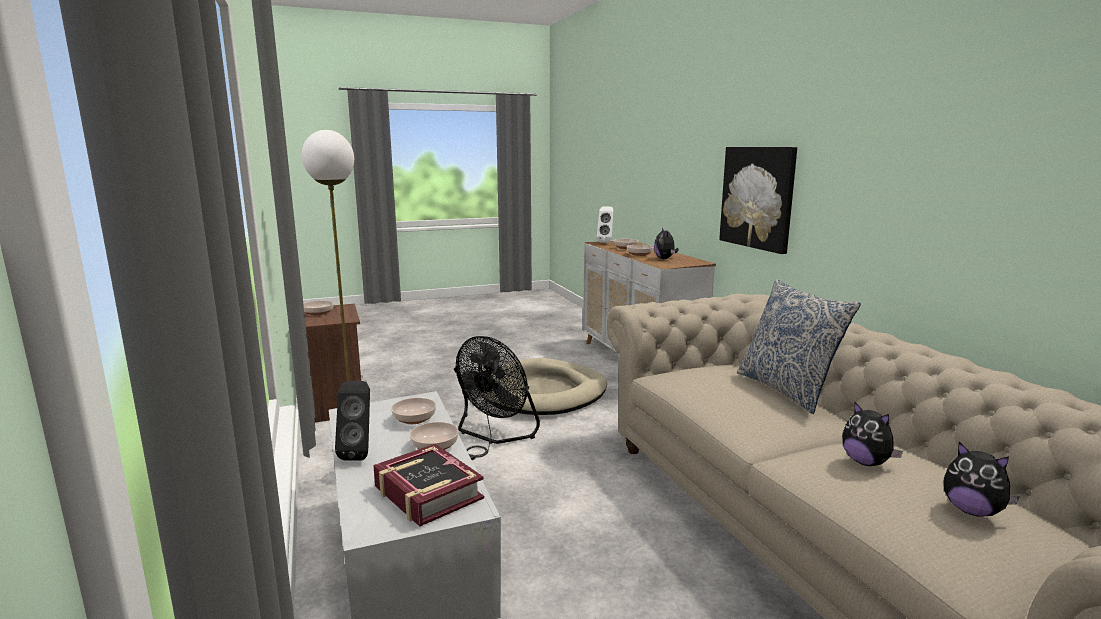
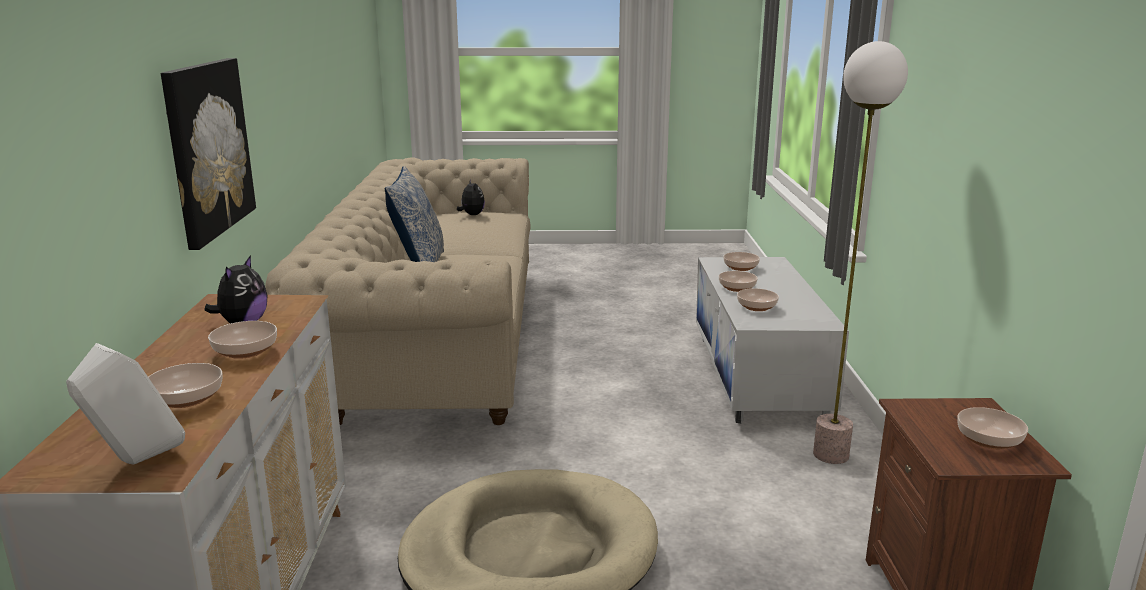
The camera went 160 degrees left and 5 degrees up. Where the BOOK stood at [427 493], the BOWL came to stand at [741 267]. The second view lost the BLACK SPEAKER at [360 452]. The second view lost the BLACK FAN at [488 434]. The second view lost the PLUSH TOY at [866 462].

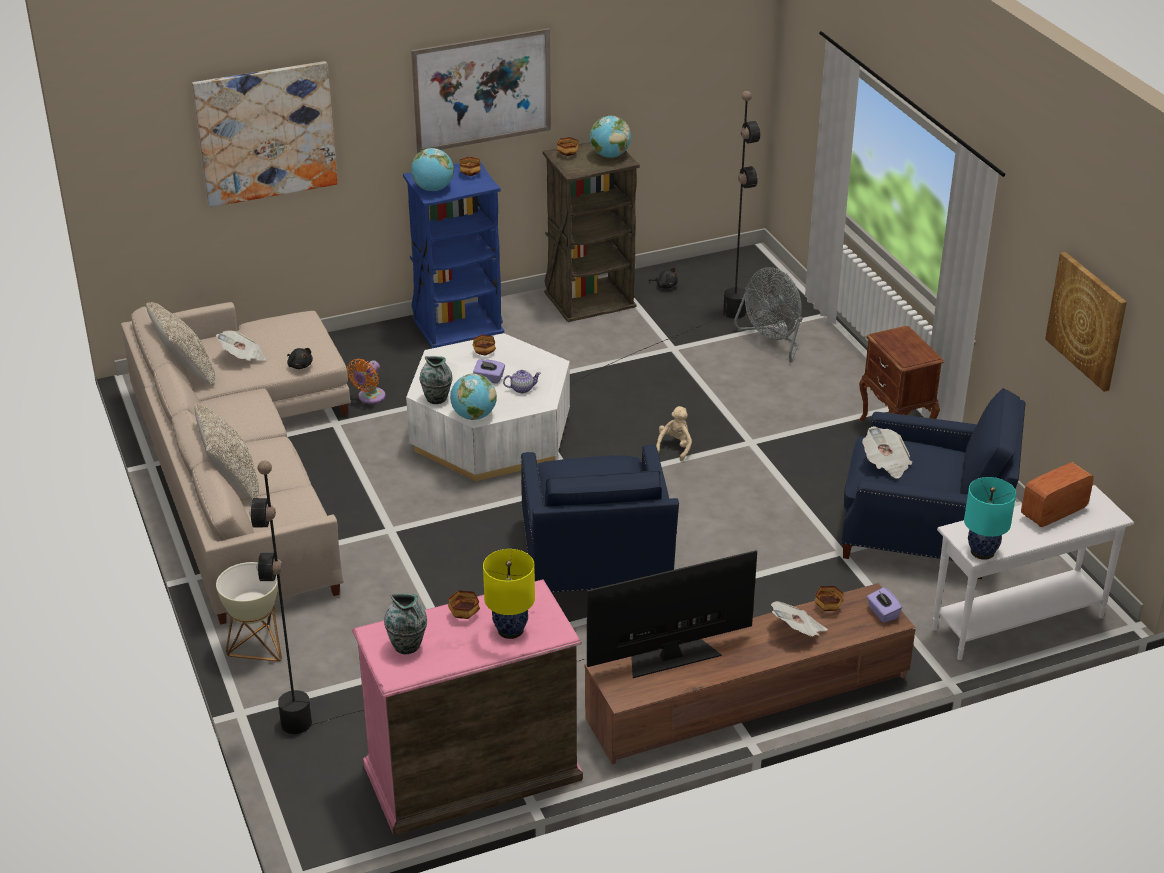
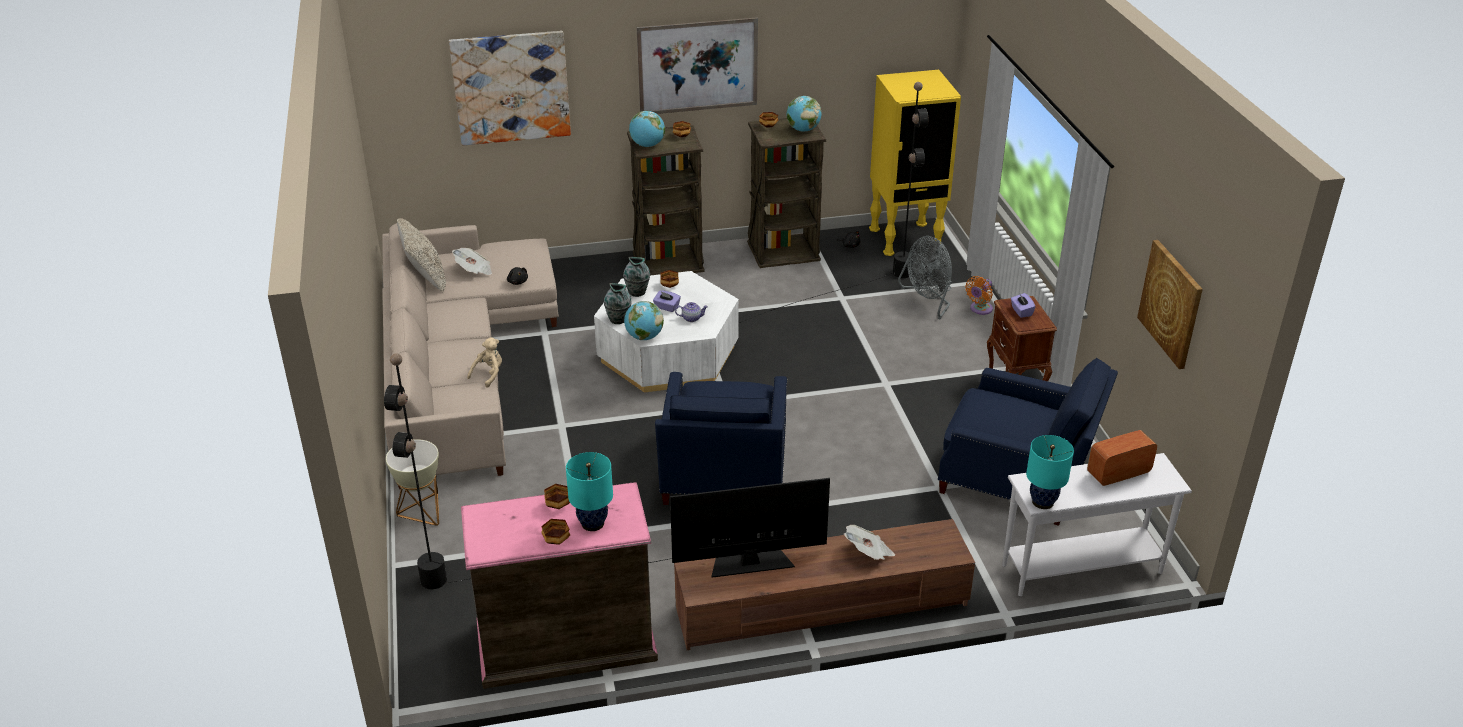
The camera went 10 degrees right and 0 degrees up. The BEIGE PLUSH TOY ended up elsewhere, having gone from [675 447] to [489 374]. The BOWL ended up elsewhere, having gone from [828 607] to [557 540]. What was the YELLOW TABLE LAMP at [510 630] turned into the TURQUOISE TABLE LAMP at [592 523]. The VASE ended up elsewhere, having gone from [407 646] to [637 292]. What was the BLUE BOOKCASE at [458 325] turned into the BROWN BOOKCASE at [668 262]. The second view gained the YELLOW CABINET at [906 238]. The ORANGE FAN ended up elsewhere, having gone from [369 397] to [979 309]. The PURPLE TISSUE BOX ended up elsewhere, having gone from [882 613] to [1021 312]. The second view lost the BEIGE PILLOW at [231 481]. The second view lost the NEWSPAPER at [886 463].

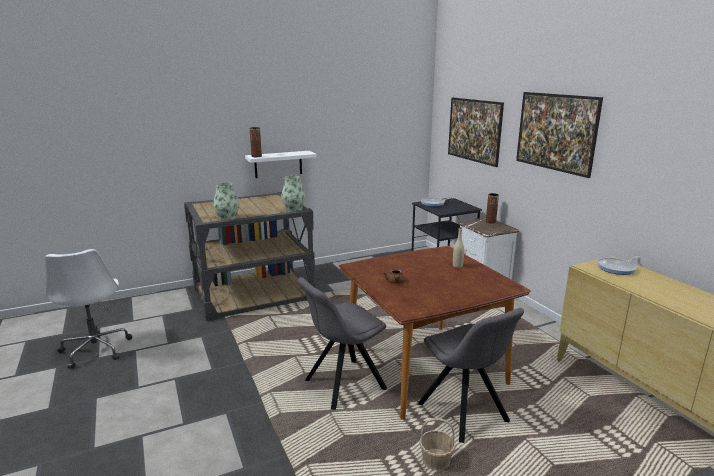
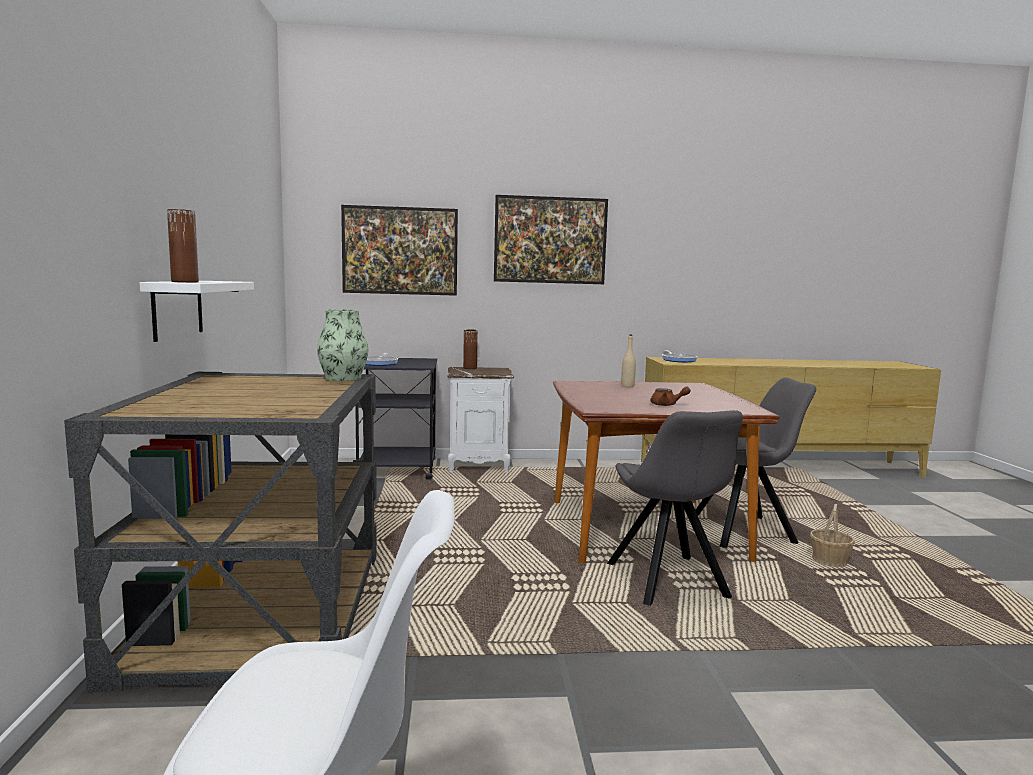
The camera went 70 degrees left and 10 degrees down. The second view lost the VASE at [227 218].

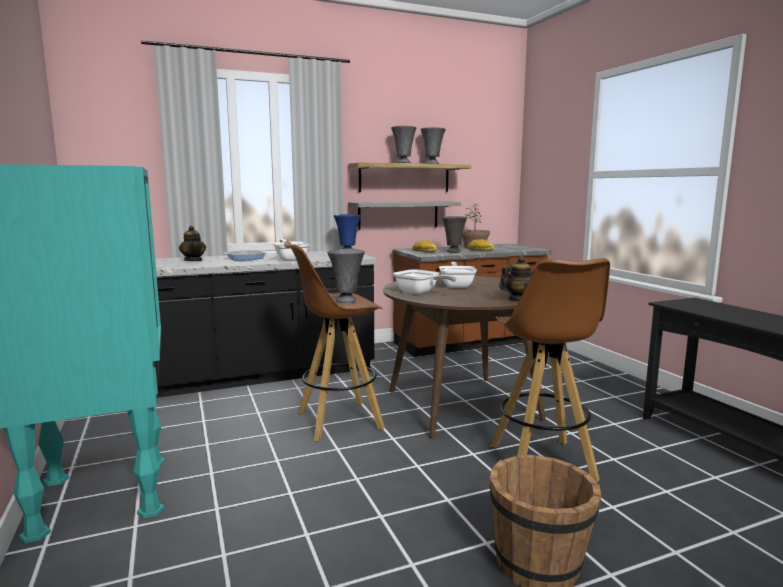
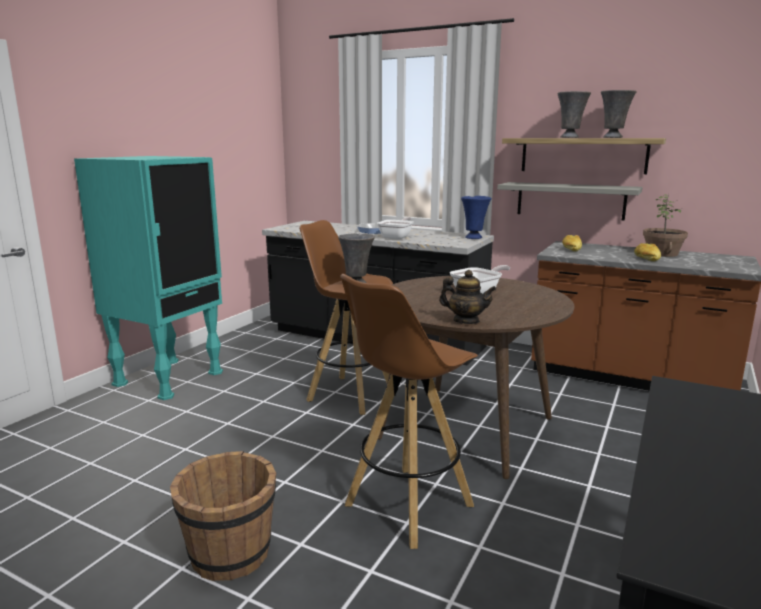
The camera went 50 degrees right and 5 degrees up. The second view lost the TEAPOT at [193 260]. The second view lost the FRYING PAN at [419 292]. The second view lost the GREY VASE at [453 252].

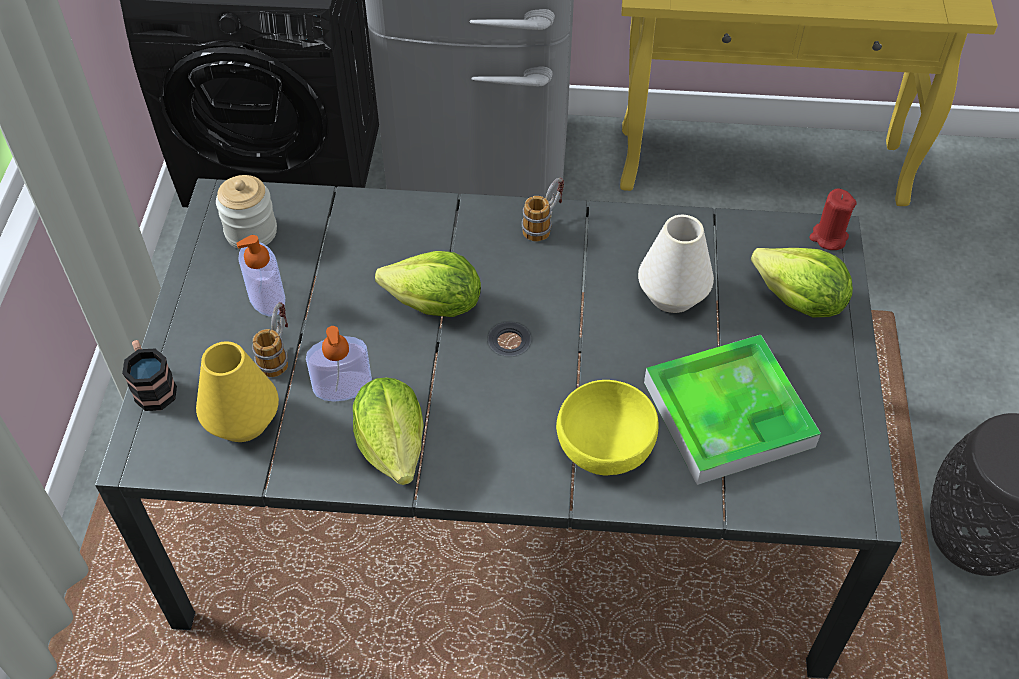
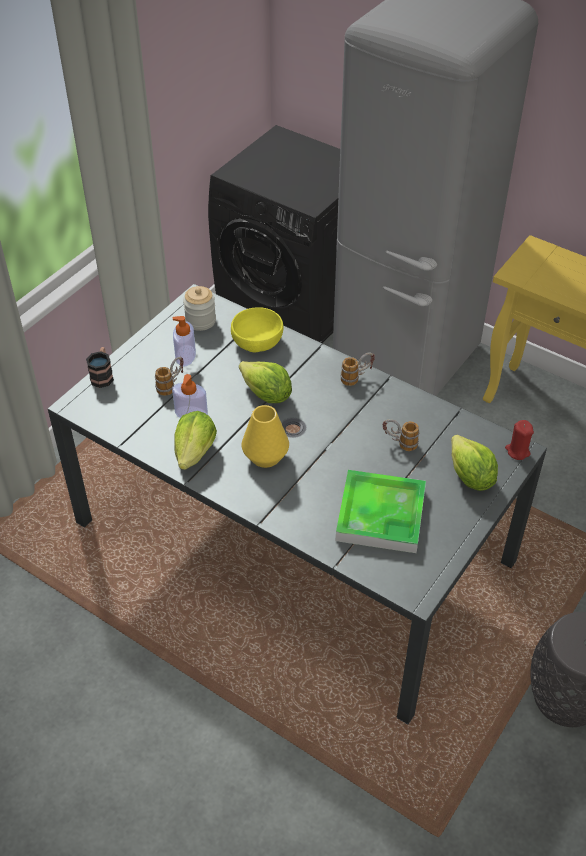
The camera went 30 degrees right and 5 degrees down. The YELLOW BOWL ended up elsewhere, having gone from [605 443] to [258 341]. The YELLOW VASE ended up elsewhere, having gone from [242 421] to [265 456]. Where the WHITE VASE stood at [673 295], the MUG came to stand at [399 443].

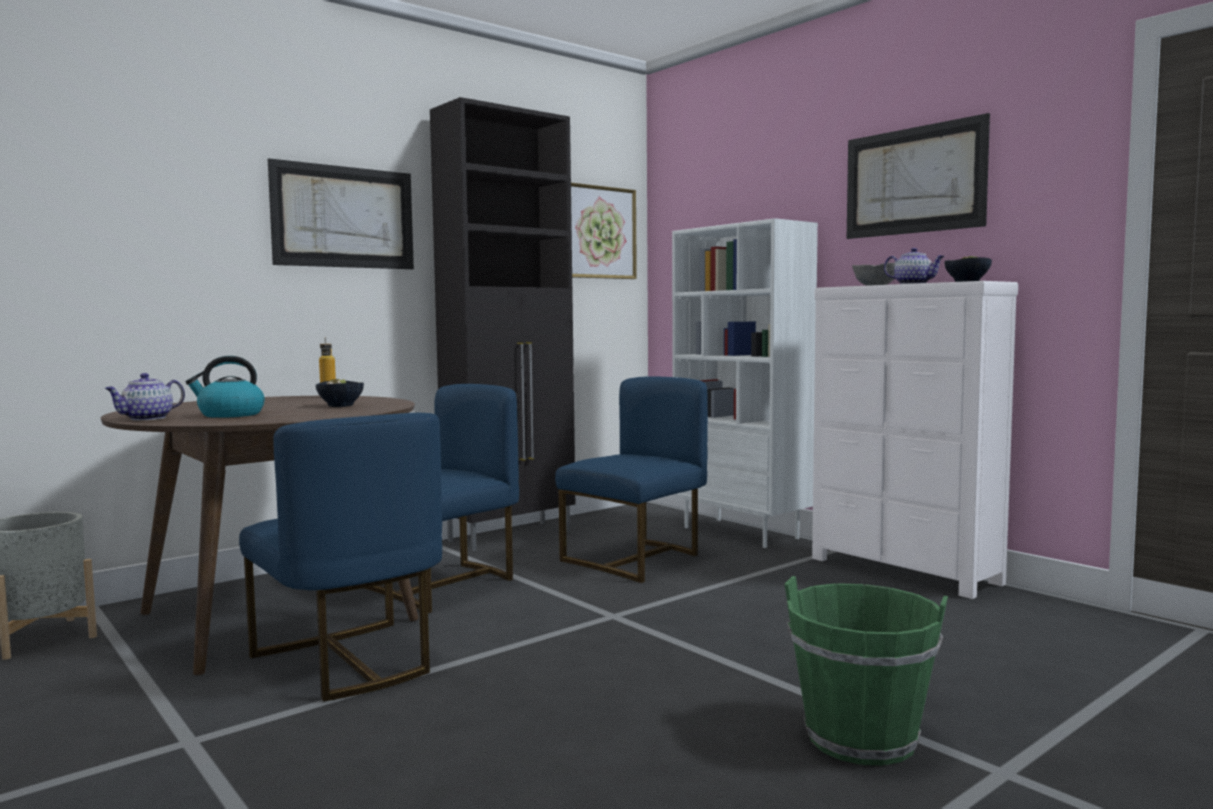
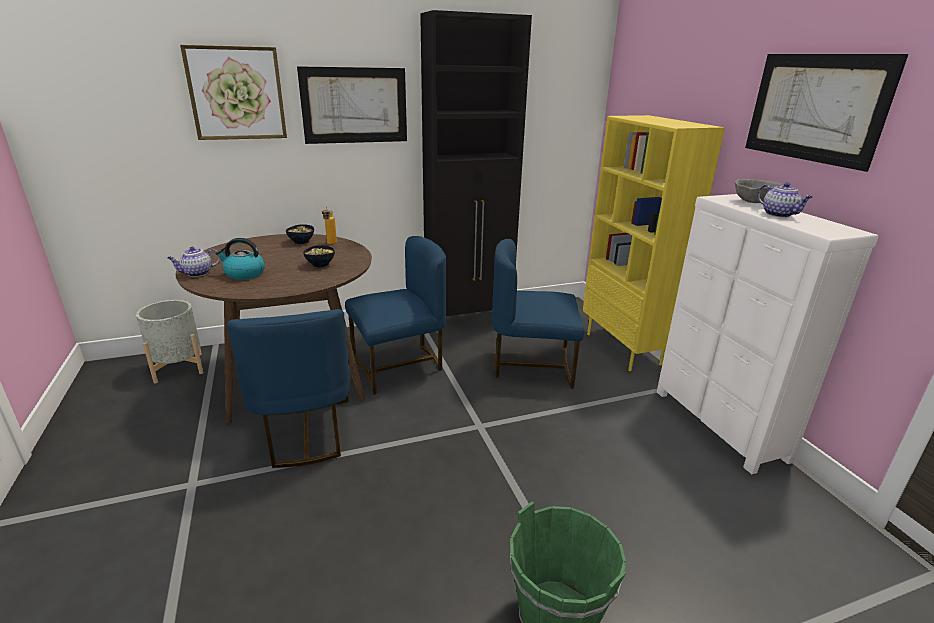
The camera went 20 degrees right and 20 degrees up. The PICTURE ended up elsewhere, having gone from [599 232] to [236 93]. The BOWL ended up elsewhere, having gone from [967 281] to [302 241]. The BLUE CHAIR at [636 559] ended up facing another way, 150 degrees counterclockwise from before. What was the WHITE BOOKCASE at [742 533] turned into the YELLOW BOOKCASE at [624 349].

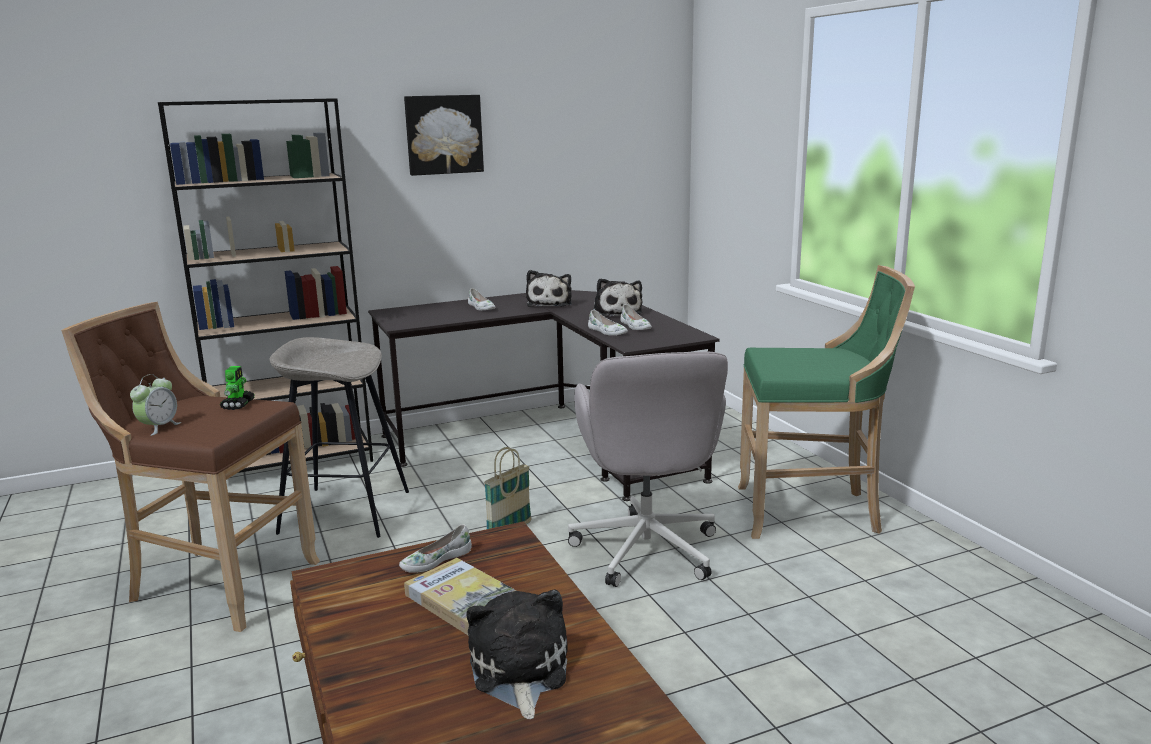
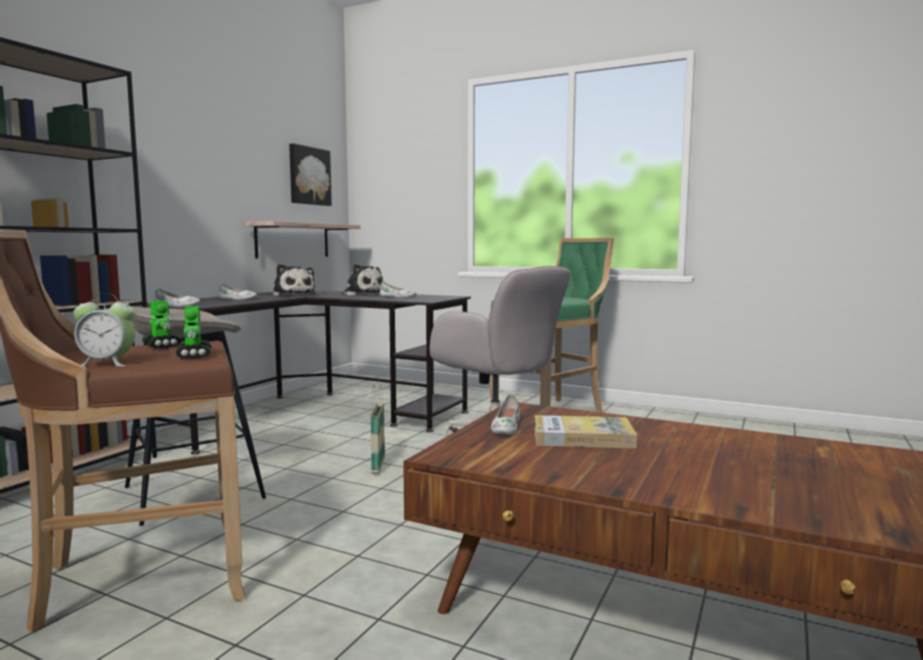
The camera went 40 degrees left and 10 degrees down. The ALARM CLOCK at [159 427] ended up facing another way, 105 degrees clockwise from before. The WHITE SHOE ended up elsewhere, having gone from [607 332] to [176 305]. The second view gained the TOY ROBOT at [194 356]. The second view gained the SHELF at [293 240]. The PICTURE ended up elsewhere, having gone from [443 134] to [308 176]. The second view lost the PLUSH TOY at [518 672].

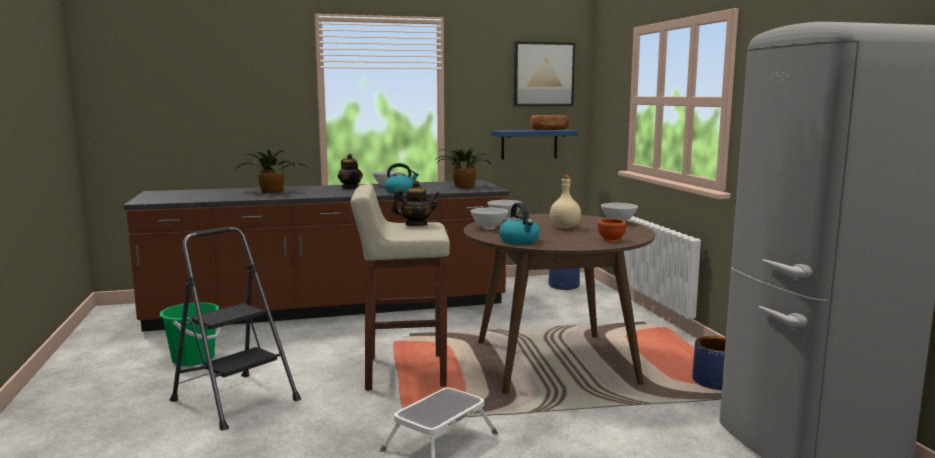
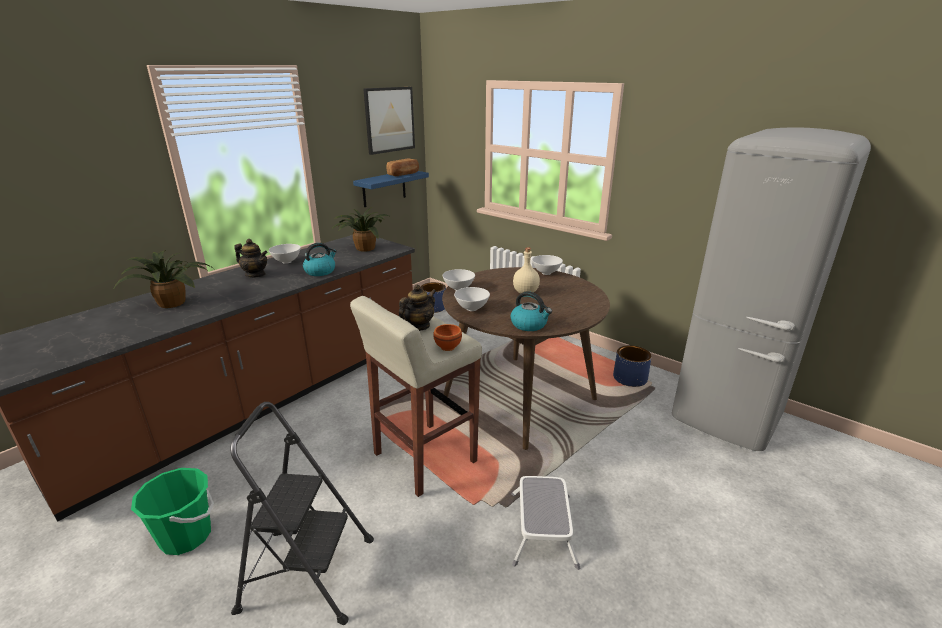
The camera went 35 degrees left and 15 degrees up. The BROWN BOWL ended up elsewhere, having gone from [610 240] to [447 347].

